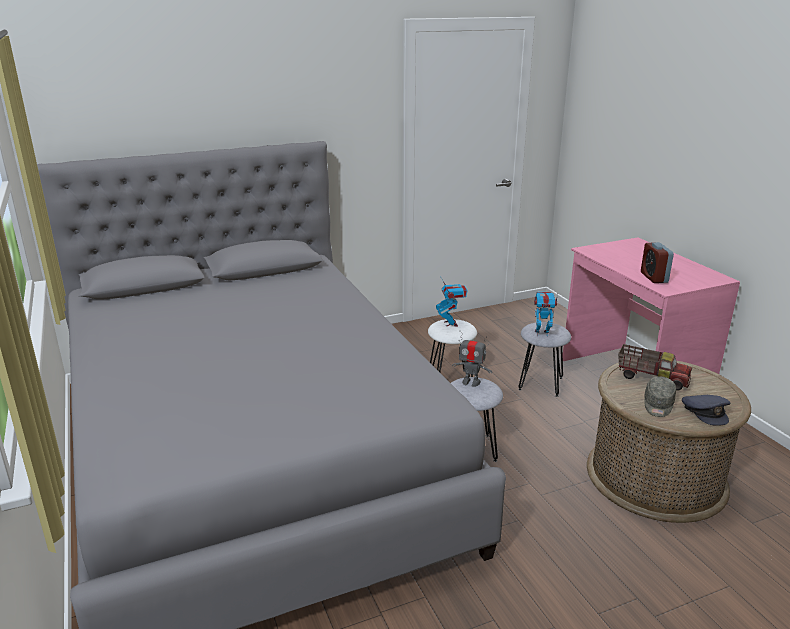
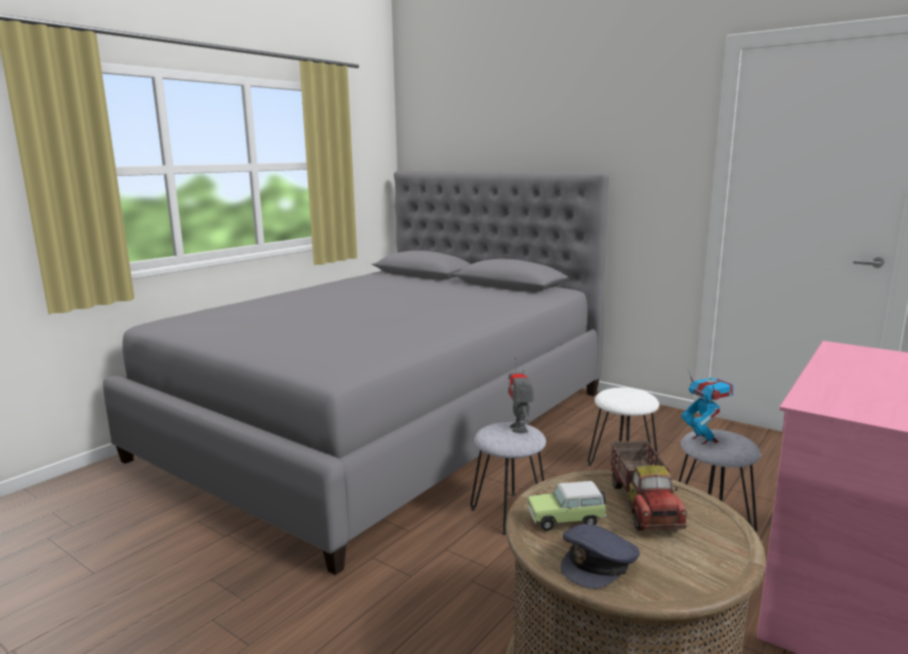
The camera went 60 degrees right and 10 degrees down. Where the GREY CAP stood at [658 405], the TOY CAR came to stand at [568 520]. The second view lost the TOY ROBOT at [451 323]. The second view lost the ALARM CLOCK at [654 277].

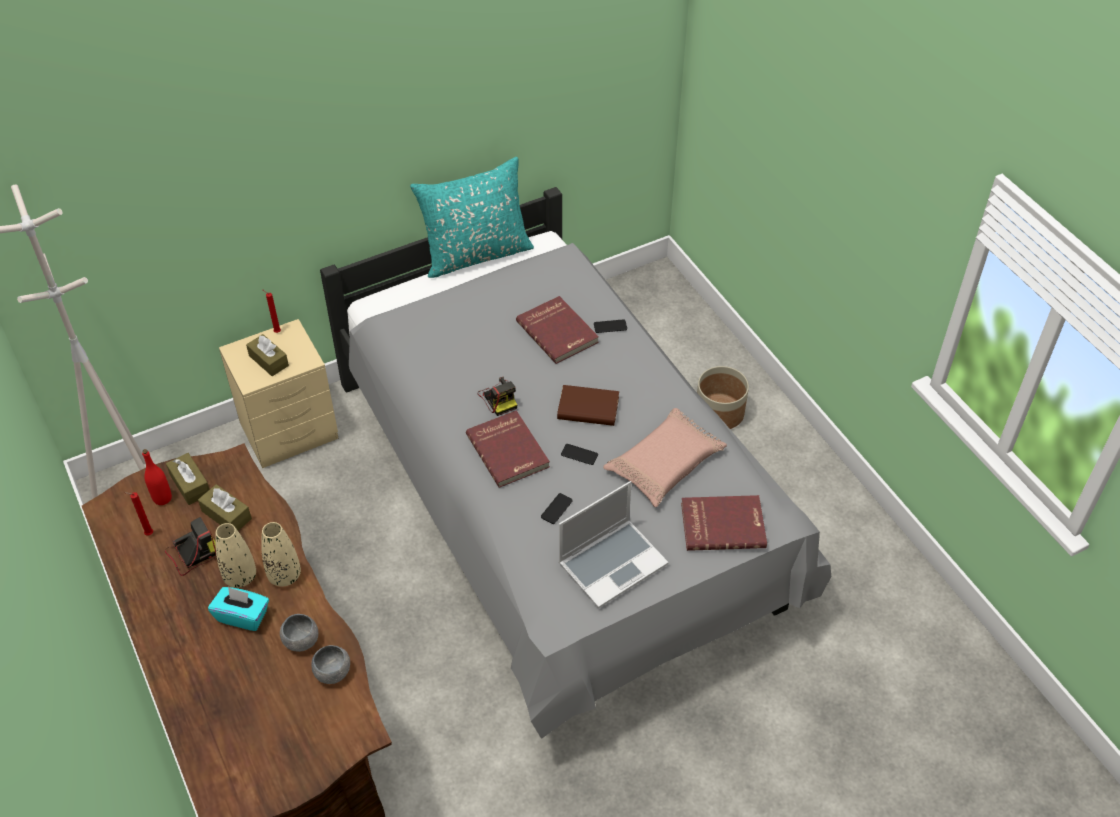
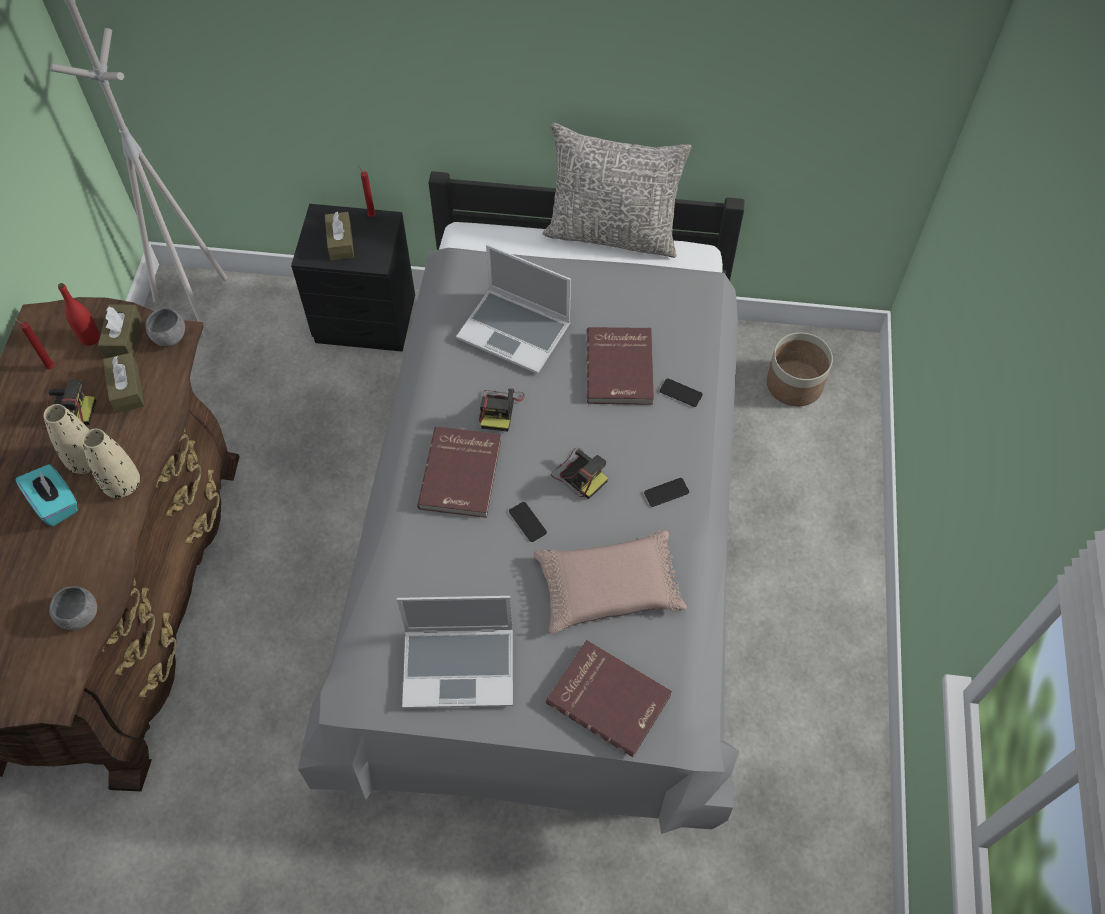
The camera went 35 degrees right and 10 degrees up. The GREY BOWL ended up elsewhere, having gone from [301 640] to [170 336]. What was the BEIGE NIGHTSTAND at [291 432] turned into the BLACK NIGHTSTAND at [367 321]. The second view gained the LAPTOP at [516 331]. What was the TURQUOISE PILLOW at [476 254] turned into the GREY PILLOW at [612 233]. Where the BROWN BOOK stood at [588 408], the PHOTO CAMERA came to stand at [579 474]. The PHONE ended up elsewhere, having gone from [556 509] to [666 492]. The PLANTER ended up elsewhere, having gone from [719 412] to [795 384].

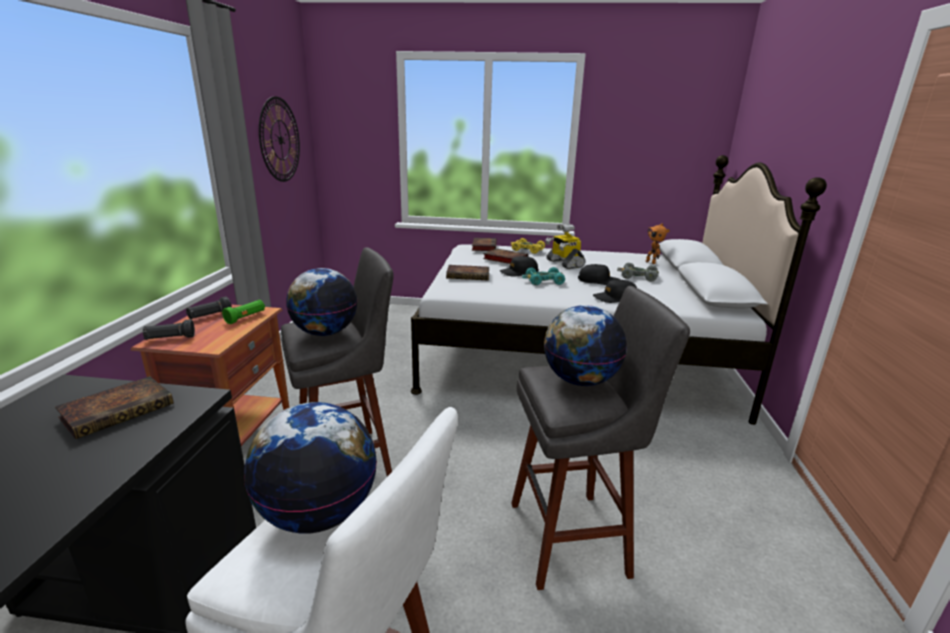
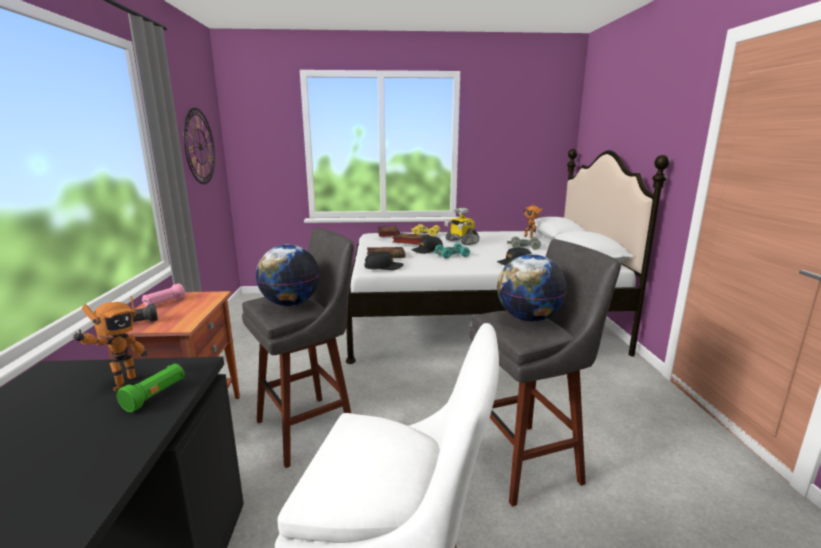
The camera went 10 degrees left and 5 degrees down. Where the BOOK stood at [120 410], the TOY ROBOT came to stand at [121 383]. The GREEN FLASHLIGHT ended up elsewhere, having gone from [246 318] to [156 396]. What was the BLACK FLASHLIGHT at [210 316] turned into the PINK FLASHLIGHT at [164 302]. The BLACK CAP ended up elsewhere, having gone from [598 281] to [383 267]. The second view lost the GLOBE at [319 513].

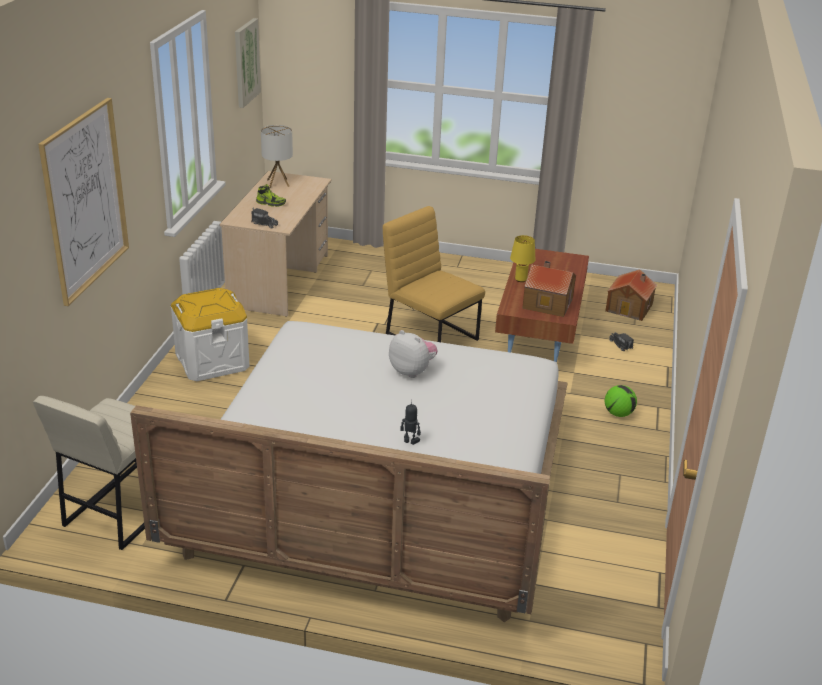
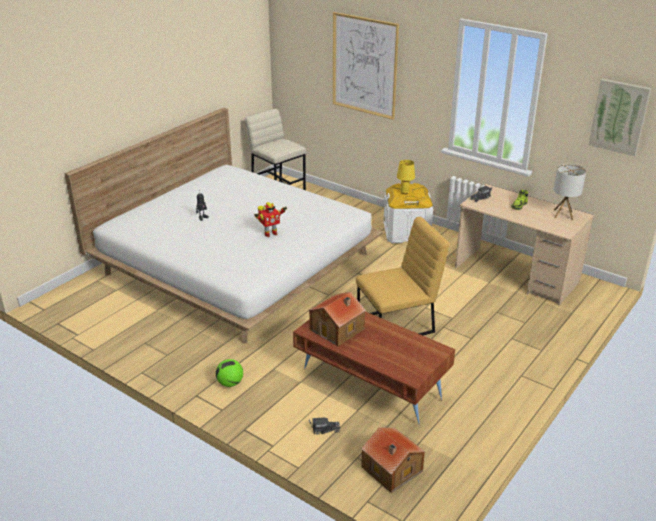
The camera went 115 degrees right and 0 degrees up. Where the PLUSH TOY stood at [412 371], the TOY ROBOT came to stand at [270 234]. The YELLOW TABLE LAMP ended up elsewhere, having gone from [520 280] to [404 192].

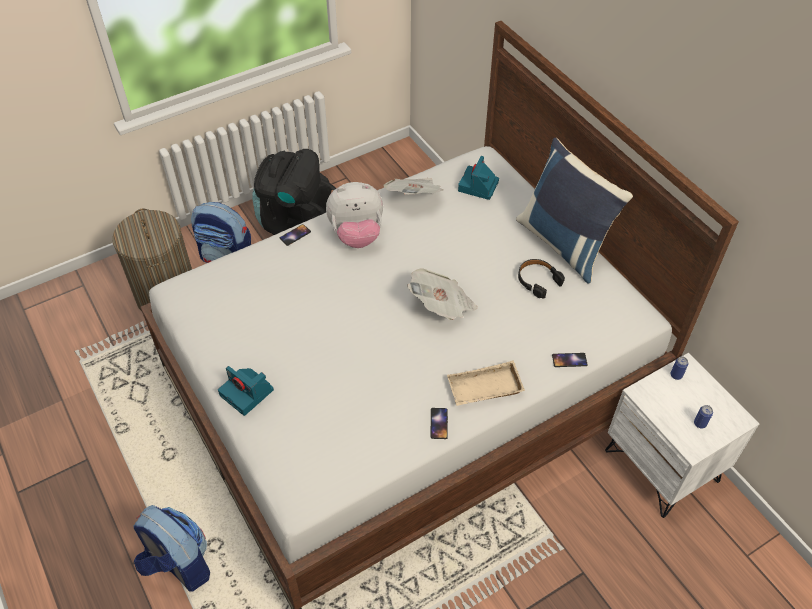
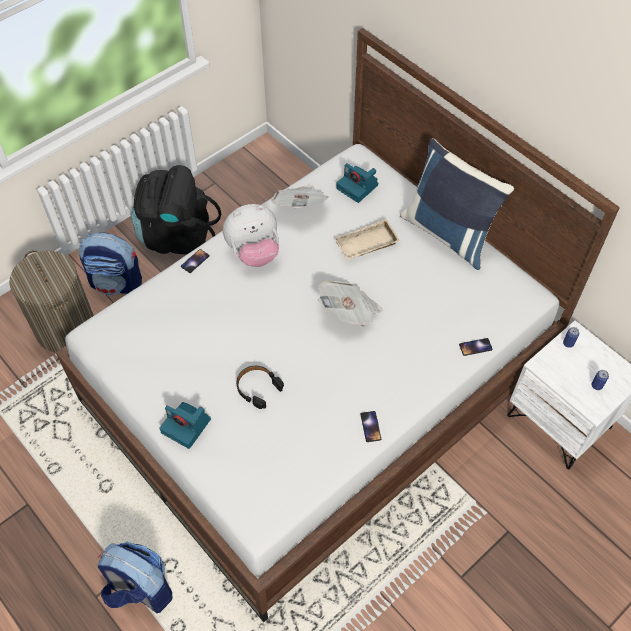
The camera went 10 degrees left and 5 degrees up. The BLACK HEADPHONES ended up elsewhere, having gone from [537 280] to [258 388]. The BEIGE TRAY ended up elsewhere, having gone from [484 389] to [366 245]. The PHOTO CAMERA at [478 186] ended up facing another way, 60 degrees counterclockwise from before.

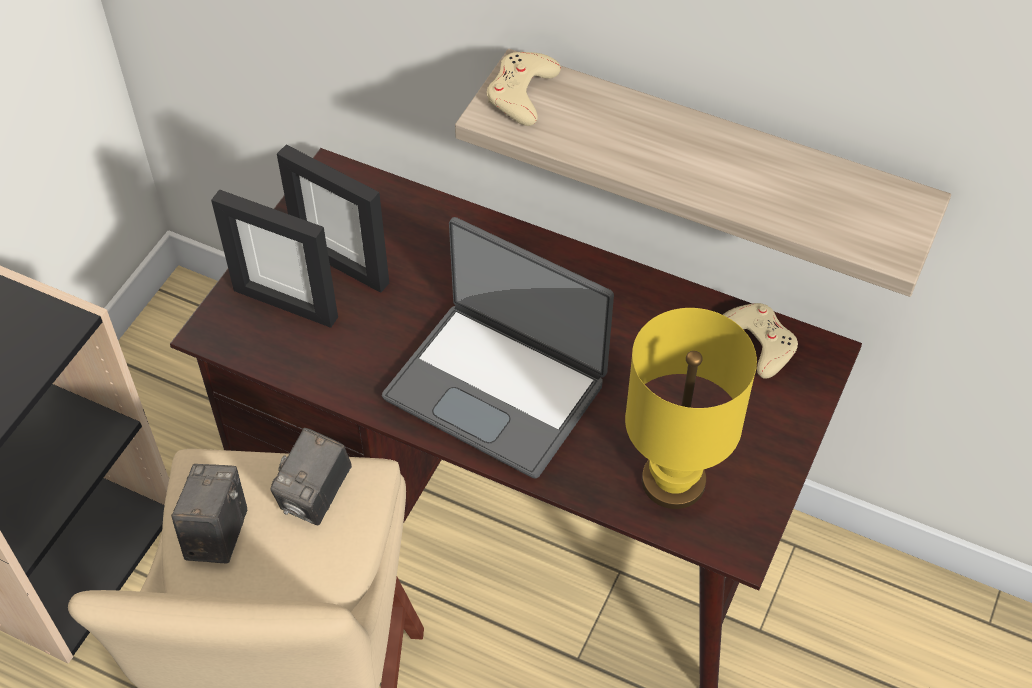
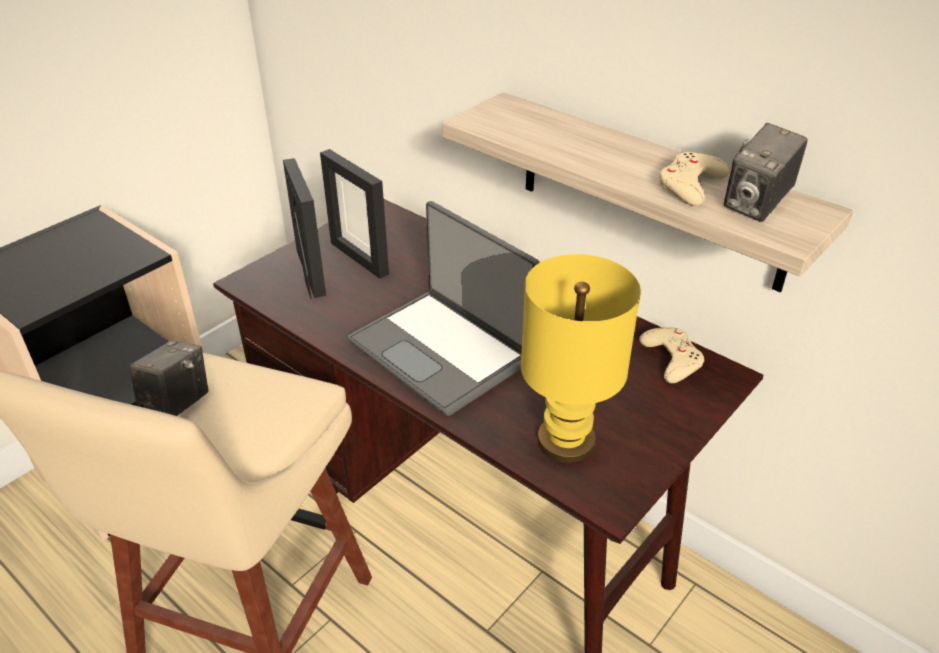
The camera went 15 degrees right and 15 degrees down. The PICTURE FRAME at [287 302] ended up facing another way, 150 degrees counterclockwise from before. The BEIGE GAME CONTROLLER ended up elsewhere, having gone from [521 93] to [690 185]. The PHOTO CAMERA ended up elsewhere, having gone from [316 496] to [756 205].

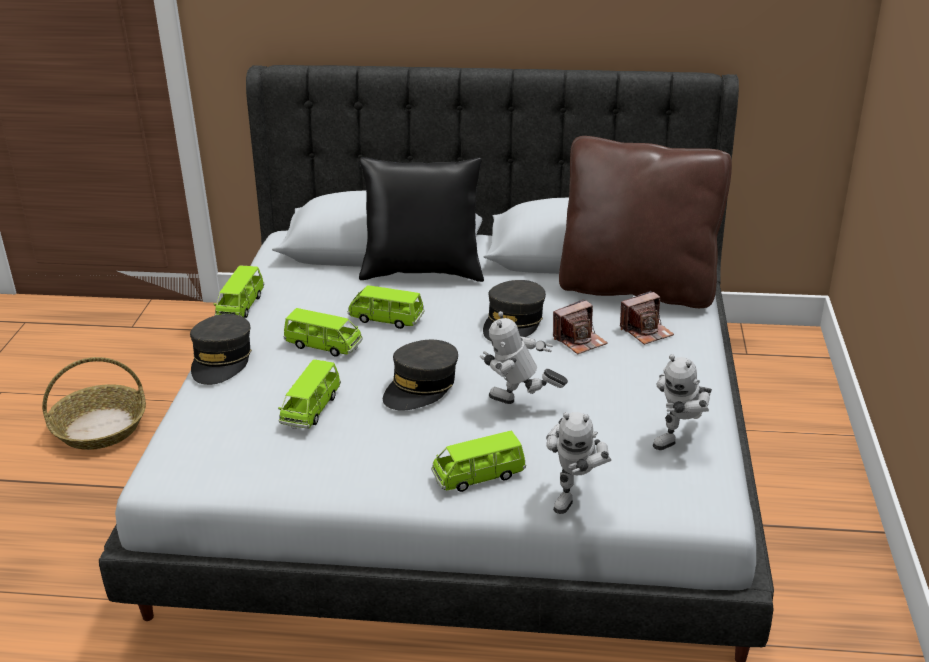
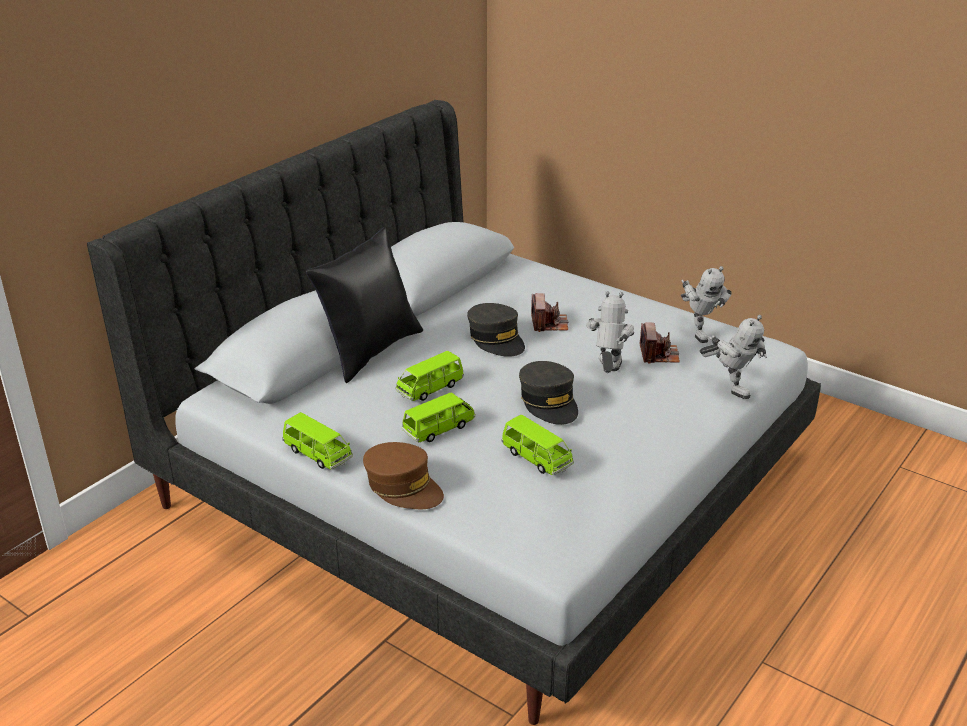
The camera went 60 degrees left and 0 degrees up. What was the GREY CAP at [221 360] turned into the BROWN CAP at [403 487]. The TOY ROBOT at [520 406] ended up facing another way, 150 degrees clockwise from before. The PHOTO CAMERA ended up elsewhere, having gone from [646 331] to [659 355]. The second view lost the BASKET at [100 427]. The second view lost the GREEN TOY CAR at [478 476]. The second view lost the BROWN PILLOW at [637 288].

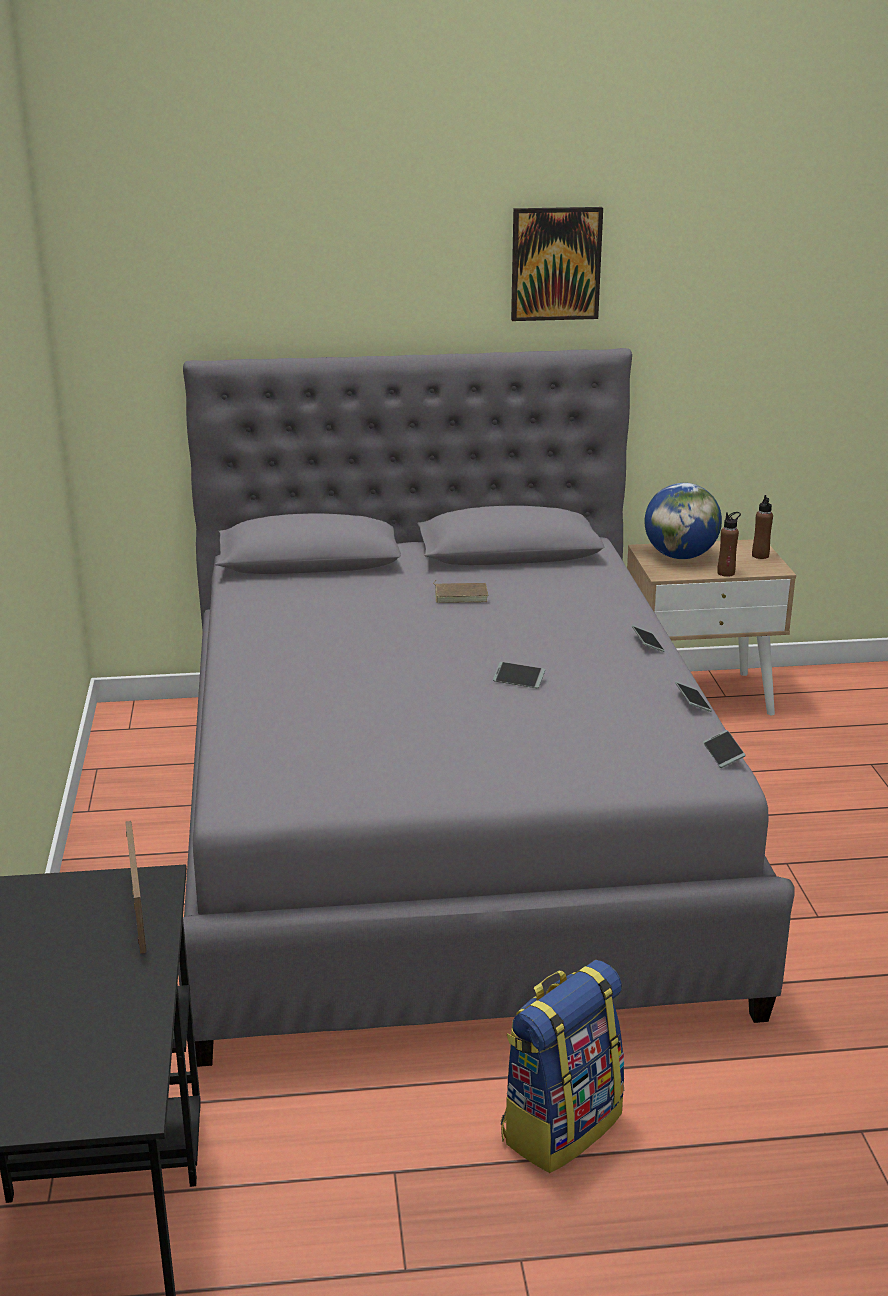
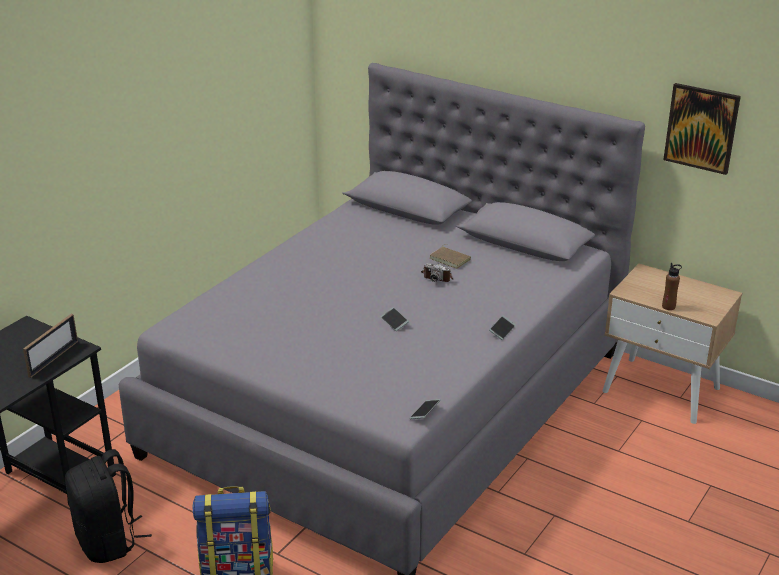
The camera went 40 degrees right and 5 degrees up. The second view gained the BLACK BACKPACK at [109 541]. The second view gained the PHOTO CAMERA at [438 277]. The PICTURE ended up elsewhere, having gone from [555 263] to [701 128]. The second view lost the GLOBE at [680 556]. The second view lost the PHONE at [692 701]. The second view lost the BROWN BOTTLE at [760 555].

